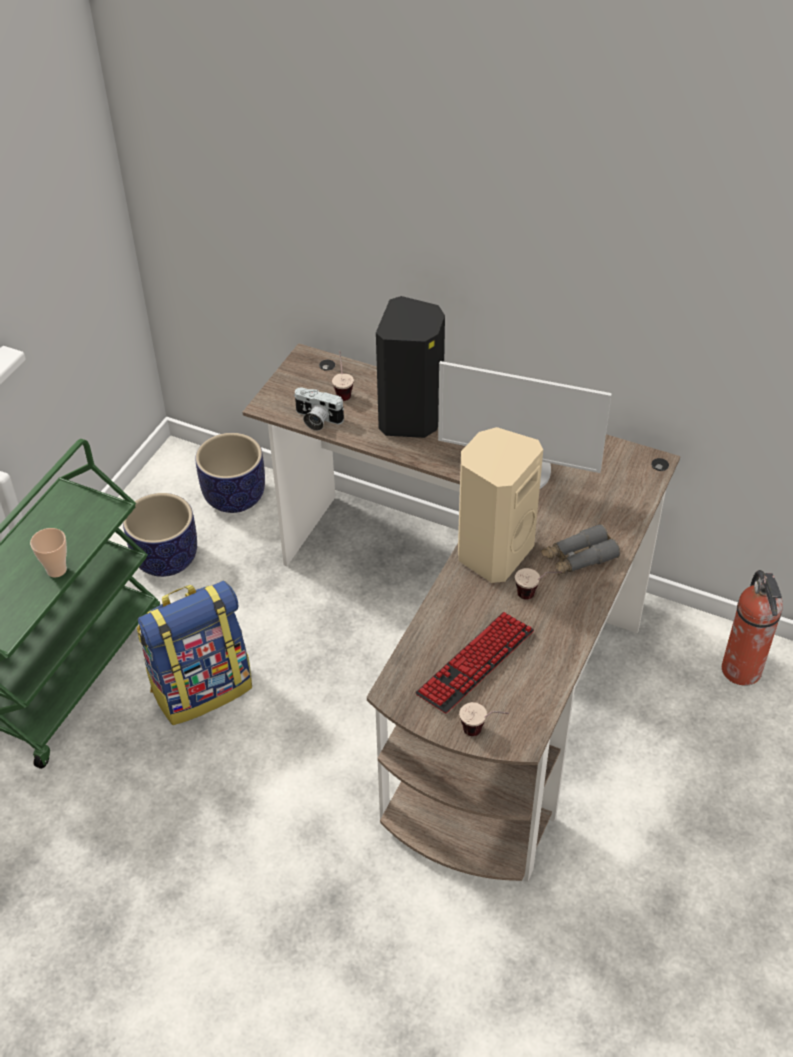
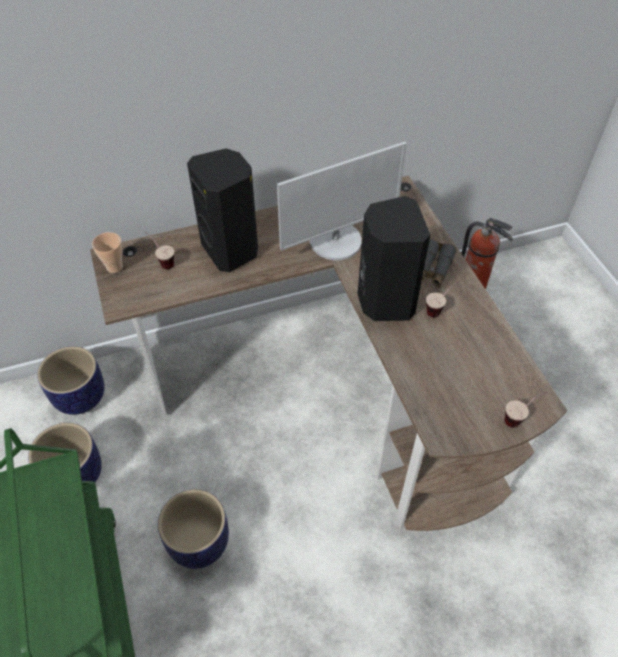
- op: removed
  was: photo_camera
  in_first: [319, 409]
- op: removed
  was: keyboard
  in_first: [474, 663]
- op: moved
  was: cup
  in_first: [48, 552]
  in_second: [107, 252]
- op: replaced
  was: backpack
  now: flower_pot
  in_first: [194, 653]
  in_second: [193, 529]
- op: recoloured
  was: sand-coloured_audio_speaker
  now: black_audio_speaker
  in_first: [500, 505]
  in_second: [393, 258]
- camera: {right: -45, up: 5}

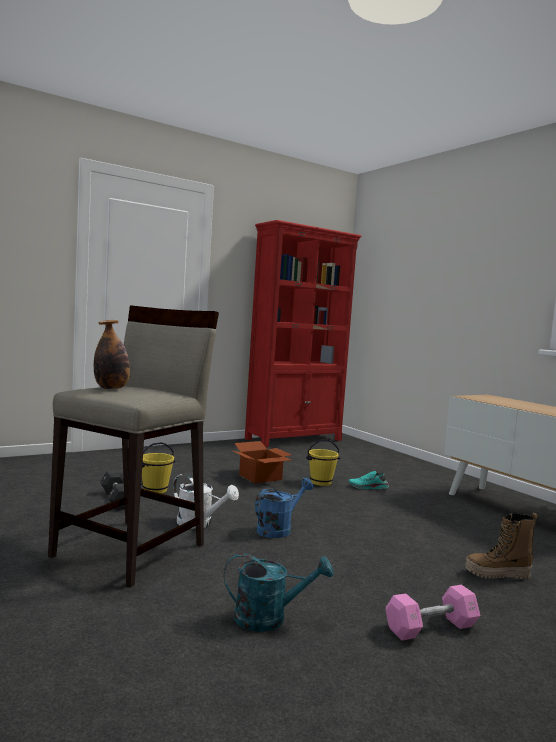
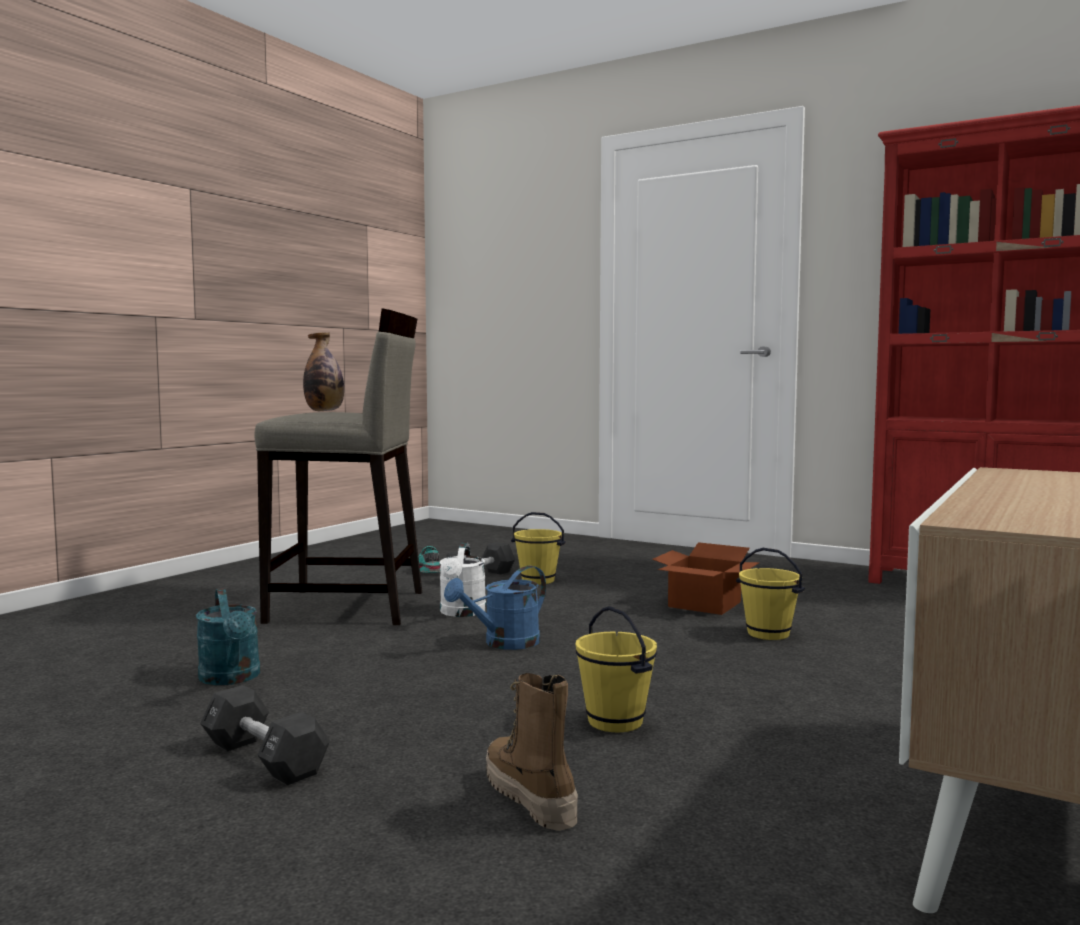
- op: added
  now: yellow_water_bucket
  in_second: [616, 669]
- op: moved
  was: turquoise_shoe
  in_first: [368, 480]
  in_second: [429, 559]
- op: recoloured
  was: pink-coloured_free_weight
  now: black_free_weight
  in_first: [433, 613]
  in_second: [265, 735]
- op: turned
  was: bluish_watering_can
  in_first: [284, 508]
  in_second: [495, 608]
  clockwise: 120
- camera: {right: 65, up: 0}

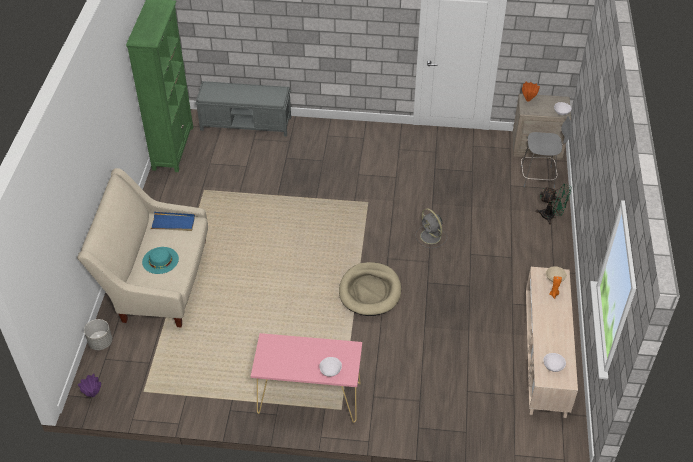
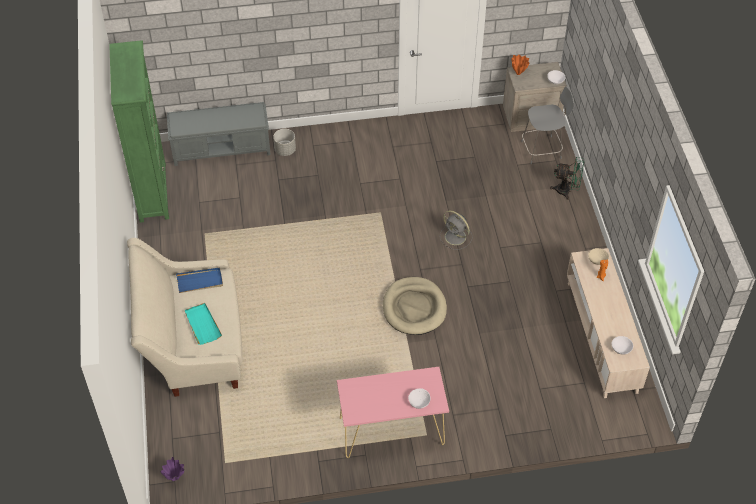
- op: moved
  was: gray_flower_pot
  in_first: [98, 334]
  in_second: [284, 142]
- op: replaced
  was: turquoise_clothing_hat
  now: turquoise_carrying_tray
  in_first: [160, 260]
  in_second: [203, 324]
- camera: {right: -15, up: 5}

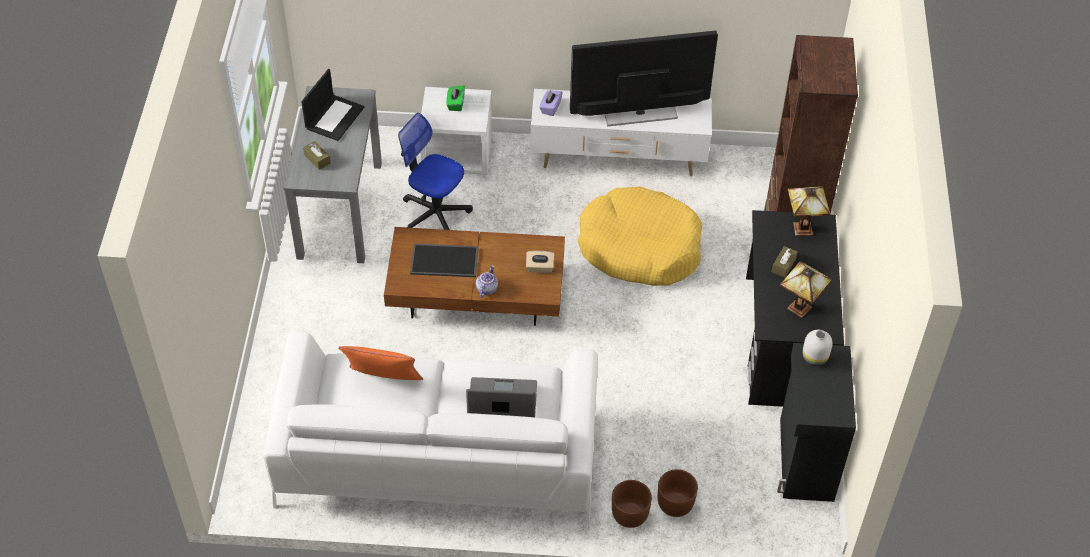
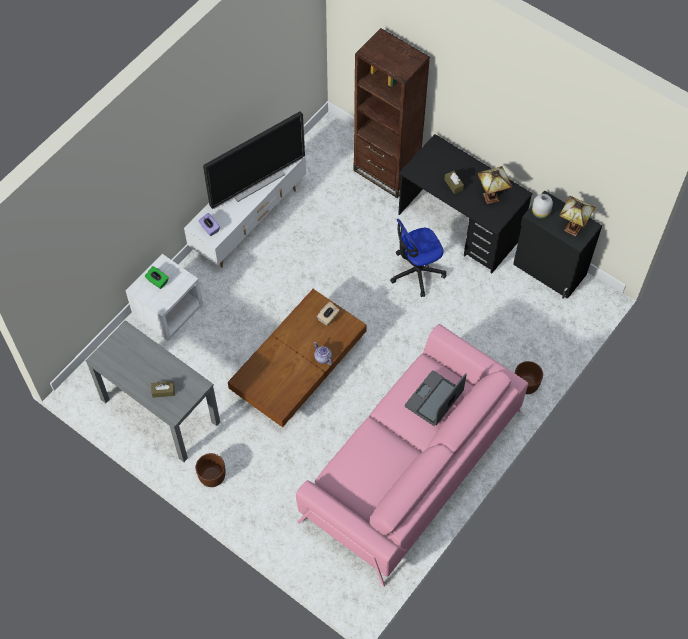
- op: removed
  was: portable_computer
  in_first: [332, 105]
- op: removed
  was: orange_throw_pillow
  in_first: [380, 363]
- op: removed
  was: carrying_tray
  in_first: [444, 260]
- op: removed
  was: yellow_dog_bed
  in_first: [640, 236]
- op: moved
  was: computer_chair
  in_first: [435, 171]
  in_second: [418, 258]
- op: moved
  was: brown-coloured_flower_pot
  in_first: [678, 493]
  in_second: [210, 470]
- op: moved
  was: table_lamp
  in_first: [809, 211]
  in_second: [577, 216]
- op: recoloured
  was: white_sofa
  now: pink-coloured_sofa
  in_first: [430, 430]
  in_second: [412, 455]
- op: turned
  was: television
  in_first: [644, 78]
  in_second: [254, 160]
  clockwise: -150
- camera: {right: -55, up: 10}

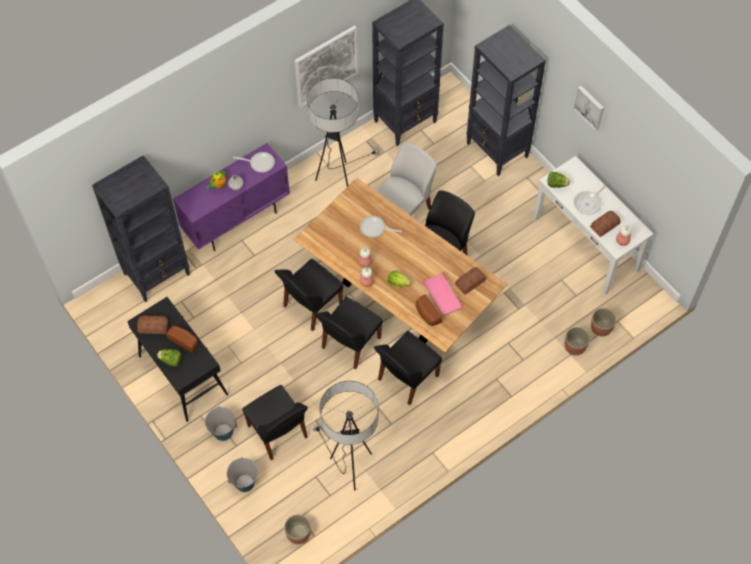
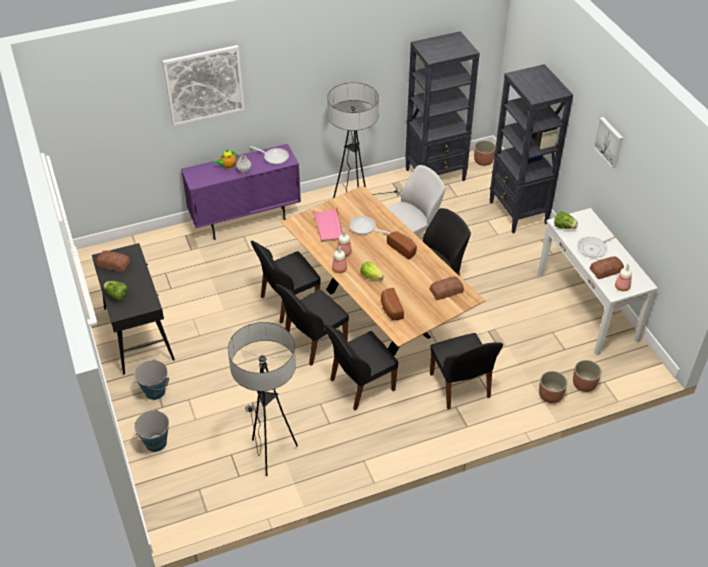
- op: removed
  was: black_shelving_unit
  in_first: [141, 228]
- op: moved
  was: baked_bread
  in_first: [182, 339]
  in_second: [402, 245]
- op: moved
  was: black_chair
  in_first: [275, 422]
  in_second: [466, 371]
- op: moved
  was: flower_pot
  in_first: [297, 529]
  in_second: [485, 153]
- op: moved
  was: wall_art
  in_first: [326, 66]
  in_second: [203, 85]
- op: moved
  was: pink-coloured_carrying_tray
  in_first: [442, 293]
  in_second: [328, 224]
- camera: {right: 15, up: -15}

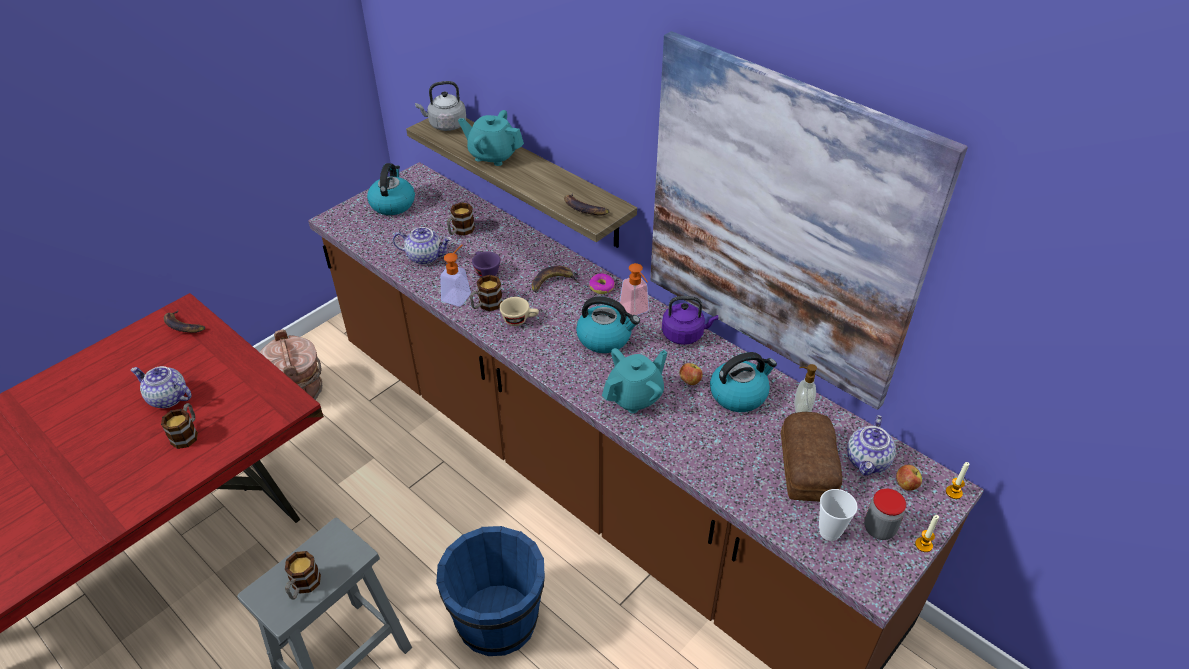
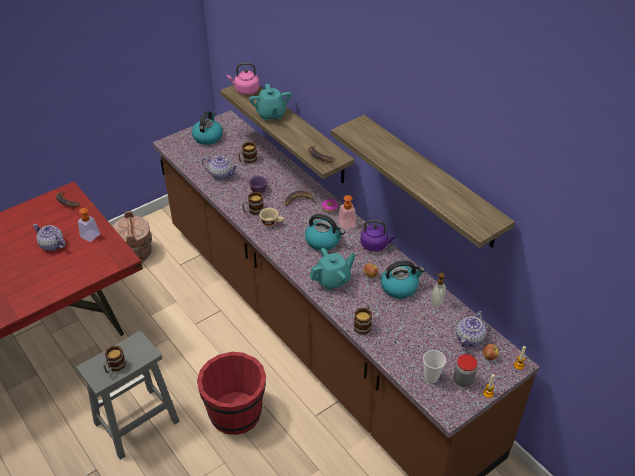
- op: removed
  was: baked_bread
  in_first: [811, 457]
- op: moved
  was: coffee_mug
  in_first: [179, 426]
  in_second: [363, 319]
- op: moved
  was: soap_bottle
  in_first: [455, 275]
  in_second: [89, 222]
- op: replaced
  was: wall_art
  now: shelf
  in_first: [809, 220]
  in_second: [423, 181]
- op: recoloured
  was: gray_kettle
  now: pink-coloured_kettle
  in_first: [440, 106]
  in_second: [243, 79]
- op: recoloured
  was: bluish_water_bucket
  now: red_water_bucket
  in_first: [490, 591]
  in_second: [231, 393]
- op: turned
  was: turquoise_teapot
  in_first: [491, 138]
  in_second: [270, 102]
  clockwise: -135
- camera: {right: 10, up: 0}

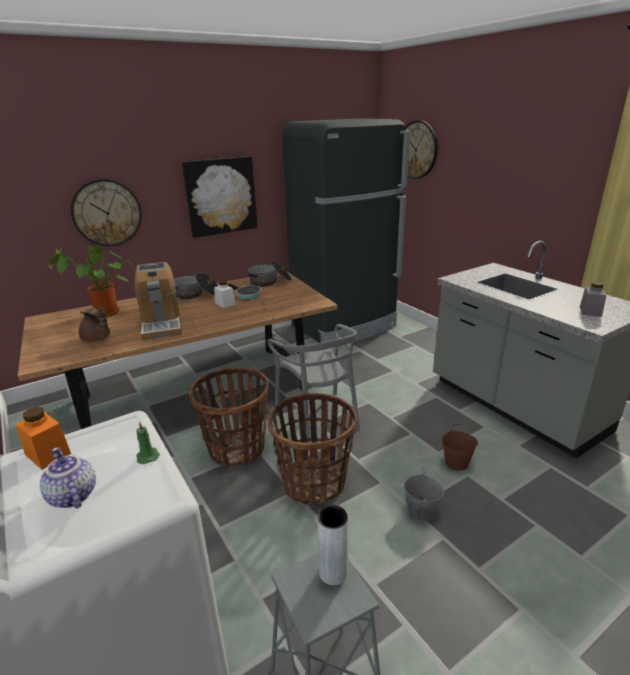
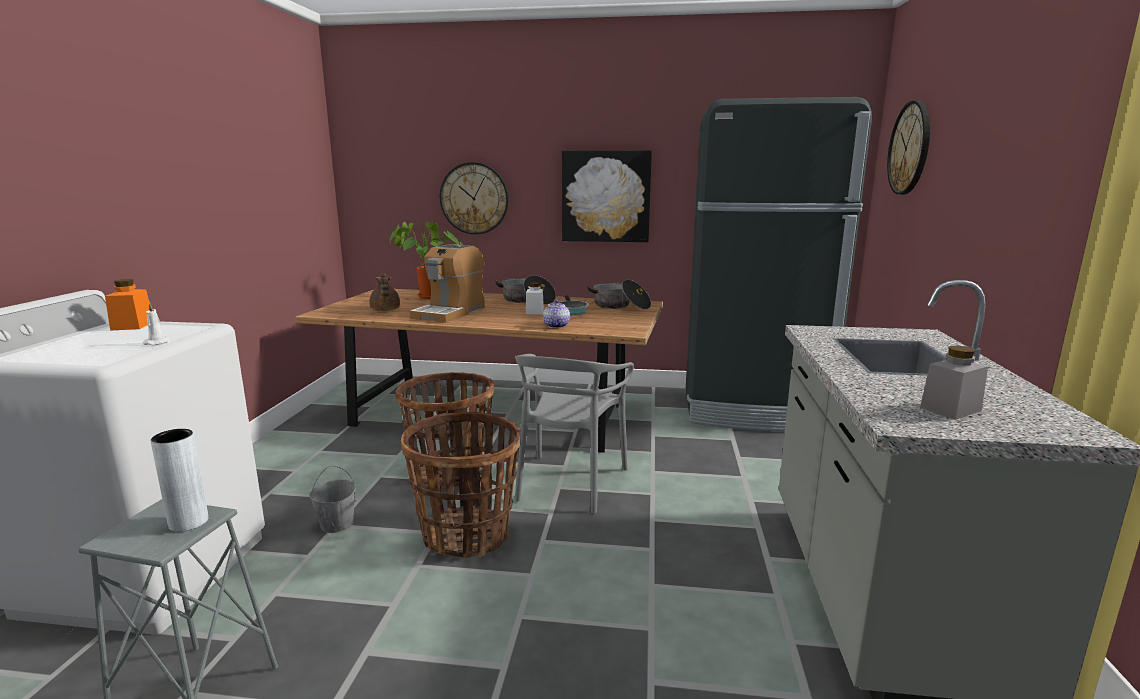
- op: removed
  was: brown-coloured_water_bucket
  in_first: [460, 447]
- op: moved
  was: teapot
  in_first: [68, 477]
  in_second: [556, 314]
- op: moved
  was: gray_water_bucket
  in_first: [423, 494]
  in_second: [332, 499]
- op: recoloured
  was: greenish_wax_candle
  now: white_wax_candle
  in_first: [148, 443]
  in_second: [156, 323]
- camera: {right: 40, up: -10}

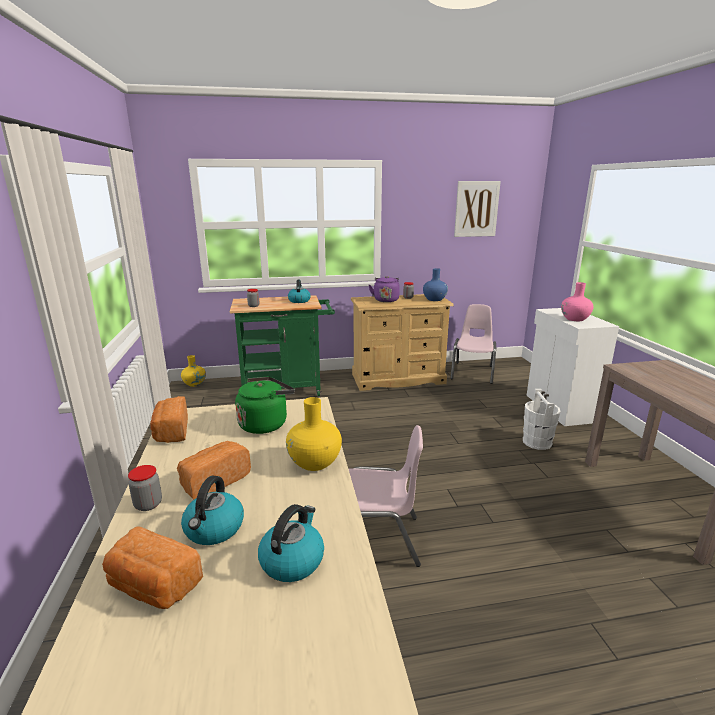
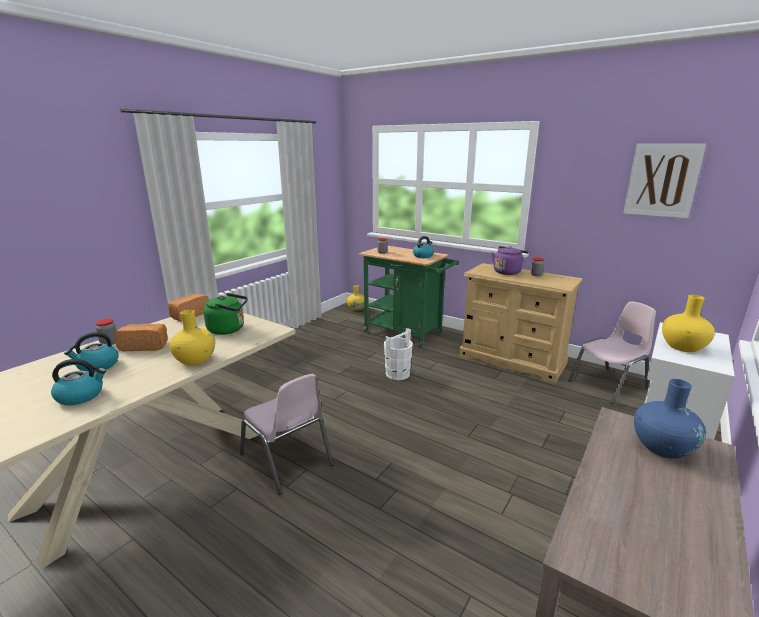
- op: removed
  was: baked_bread
  in_first: [152, 567]
- op: moved
  was: bluish_flower_vase
  in_first: [435, 284]
  in_second: [670, 419]
- op: moved
  was: white_water_bucket
  in_first: [542, 419]
  in_second: [398, 354]
- op: recoloured
  was: pink-coloured_flower_vase
  now: yellow_flower_vase
  in_first: [577, 301]
  in_second: [688, 323]
- camera: {right: 45, up: 0}

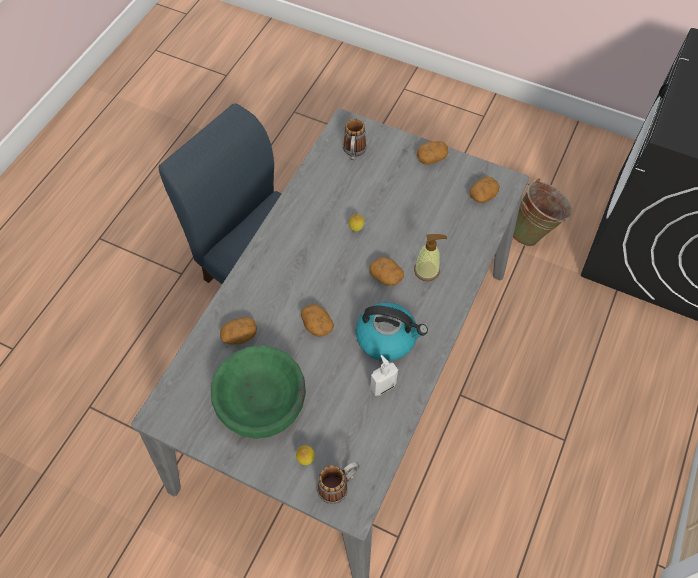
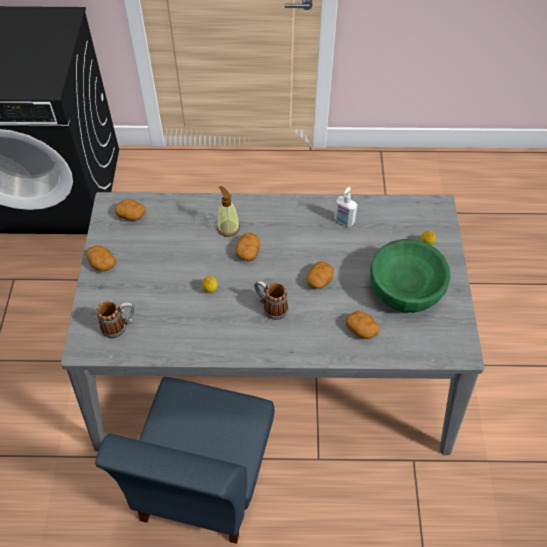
- op: removed
  was: kettle
  in_first: [392, 332]
- op: removed
  was: greenish_water_bucket
  in_first: [542, 212]
- op: moved
  was: coffee_mug
  in_first: [338, 483]
  in_second: [271, 300]
- camera: {right: -115, up: -5}

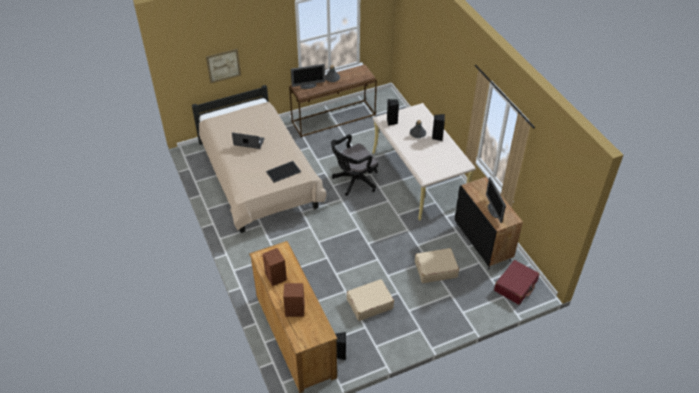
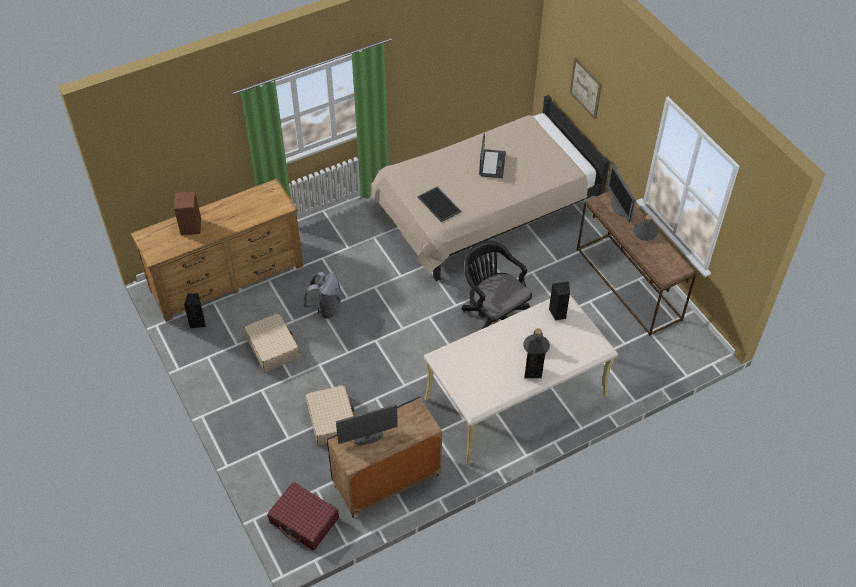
- op: removed
  was: brown-coloured_audio_speaker
  in_first: [275, 267]
- op: added
  now: gray_backpack
  in_second: [322, 295]
- camera: {right: 85, up: 5}

